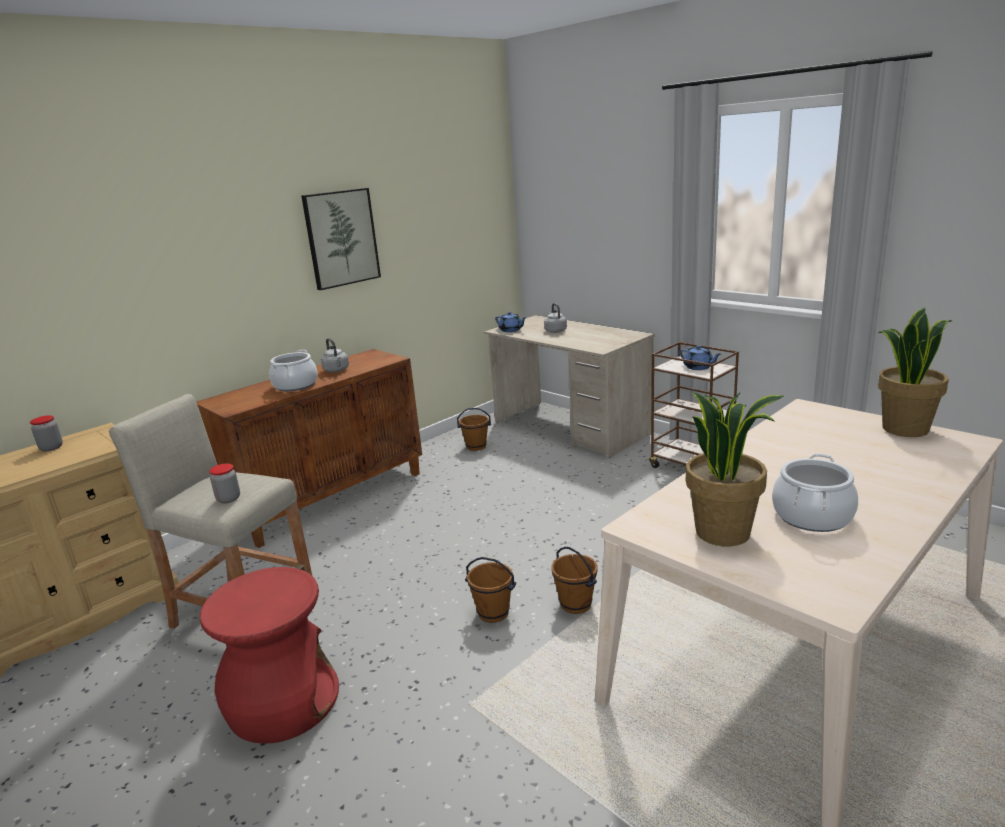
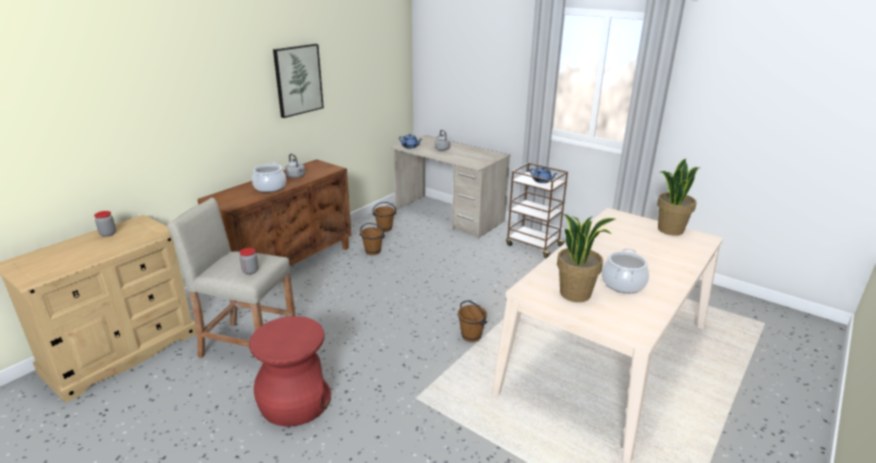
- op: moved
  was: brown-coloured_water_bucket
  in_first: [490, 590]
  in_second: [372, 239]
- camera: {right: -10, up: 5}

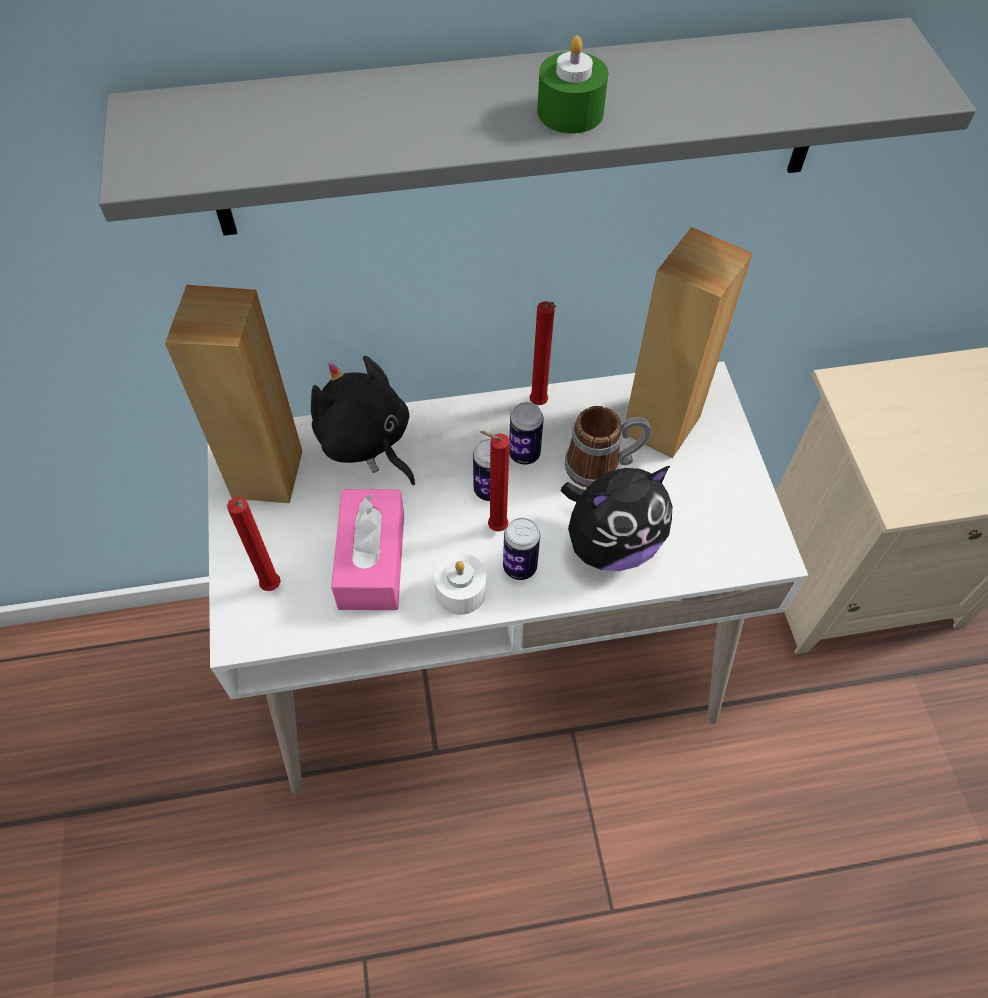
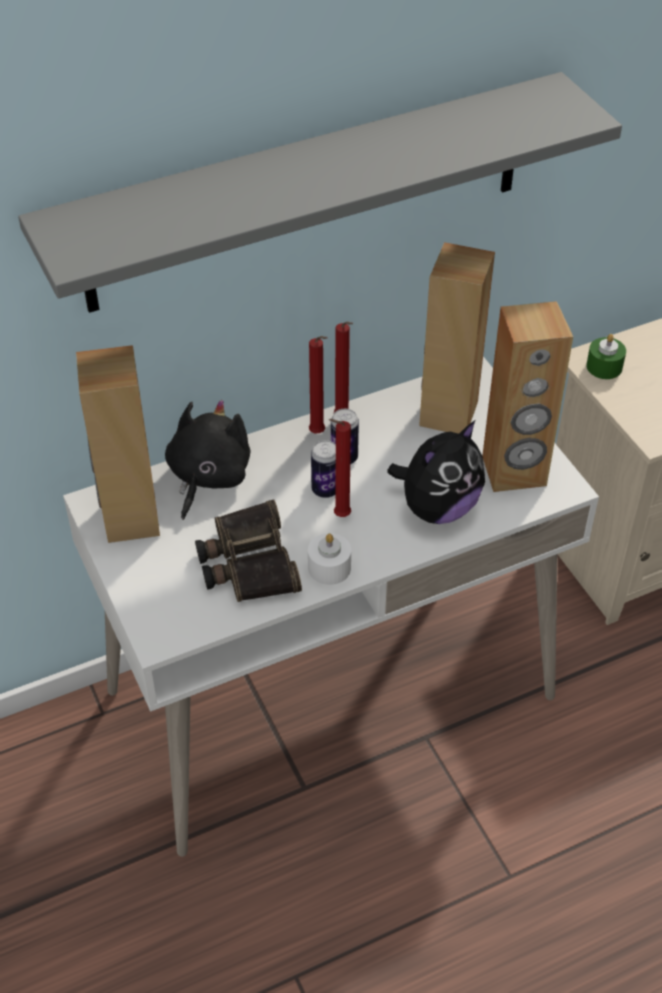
- op: removed
  was: sealed_can
  in_first: [521, 549]
- op: removed
  was: coffee_mug
  in_first: [608, 447]
- op: added
  now: brown-coloured_audio_speaker
  in_second: [527, 396]
- op: moved
  was: red_wax_candle
  in_first: [254, 544]
  in_second: [318, 384]
- op: moved
  was: greenish_wax_candle
  in_first: [572, 84]
  in_second: [606, 356]
- op: replaced
  was: pink-coloured_box_of_tissues
  now: field_glasses
  in_first: [367, 549]
  in_second: [248, 551]
- op: turned
  was: black_plush_toy
  in_first: [363, 420]
  in_second: [208, 460]
  clockwise: 75
- camera: {right: -15, up: -10}

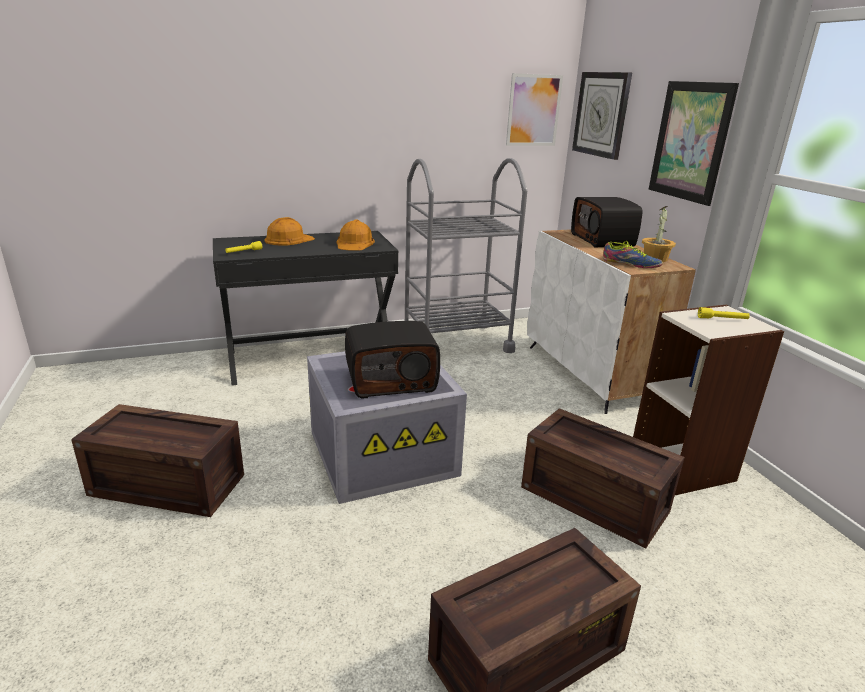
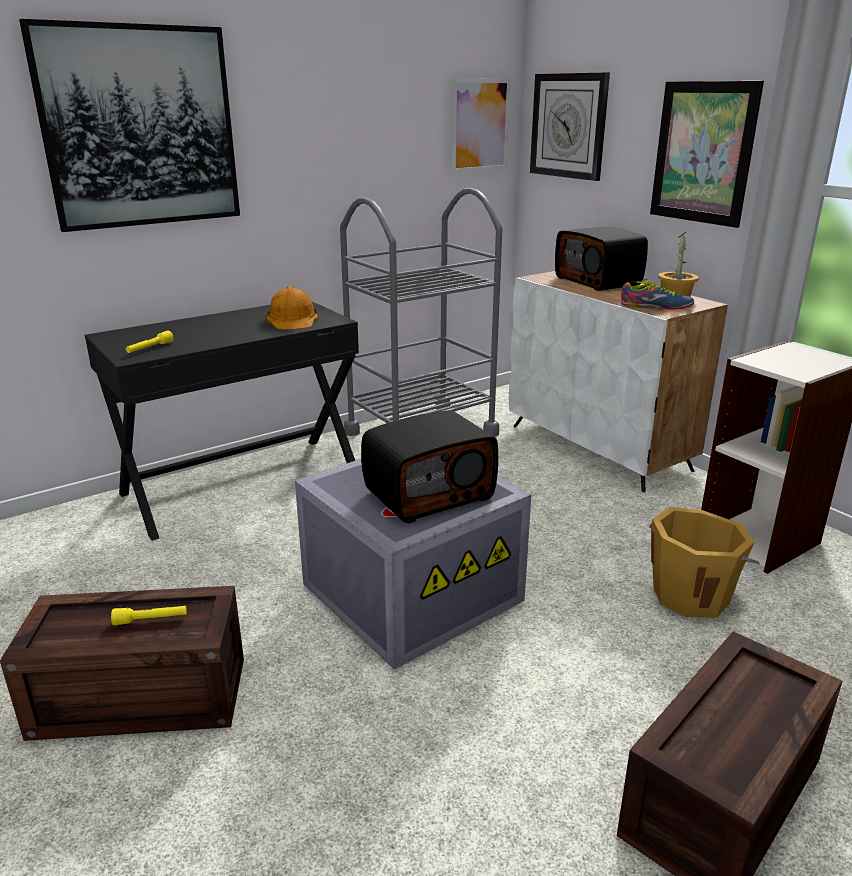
- op: removed
  was: orange_safety_helmet
  in_first: [289, 231]
- op: added
  now: wall_art
  in_second: [129, 125]
- op: moved
  was: yellow_torch
  in_first: [724, 313]
  in_second: [149, 616]
- op: replaced
  was: shipping_crate
  now: orange_water_bucket
  in_first: [603, 478]
  in_second: [704, 562]
- camera: {right: -15, up: 0}

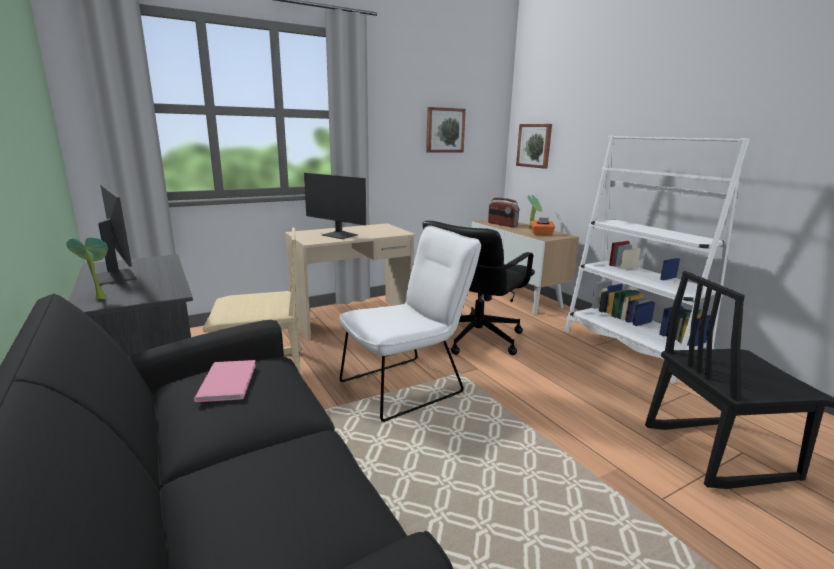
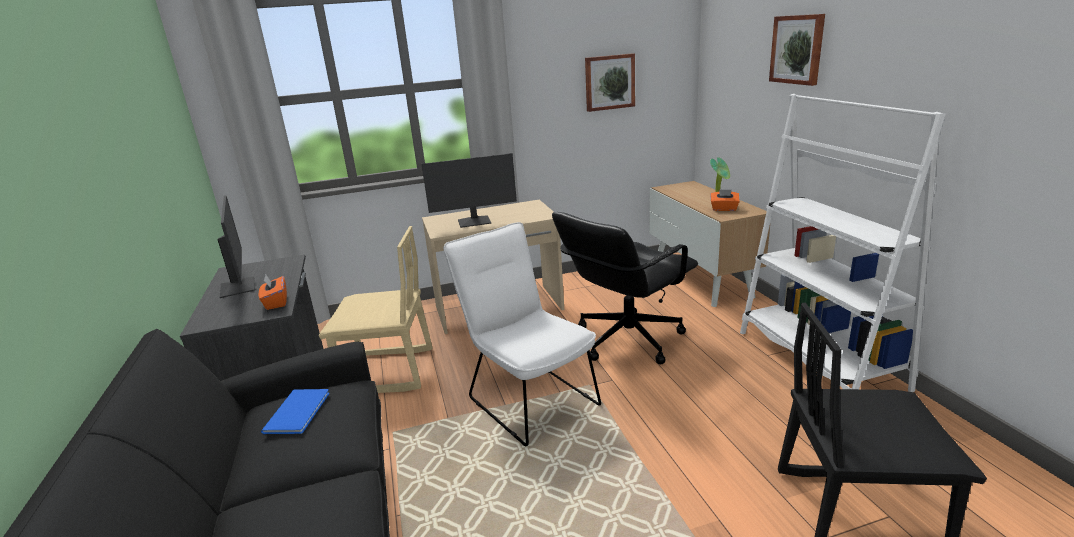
- op: removed
  was: plant_in_a_pot
  in_first: [87, 268]
- op: removed
  was: radio
  in_first: [503, 212]
- op: added
  now: orange_box_of_tissues
  in_second: [273, 292]
- op: moved
  was: wall_art
  in_first: [534, 146]
  in_second: [797, 50]
- op: recoloured
  was: pink-coloured_bound_book
  now: bluish_bound_book
  in_first: [225, 381]
  in_second: [295, 411]
- op: turned
  was: computer_screen
  in_first: [335, 206]
  in_second: [469, 190]
  clockwise: -60
- op: turned
  was: white_chair
  in_first: [410, 323]
  in_second: [522, 334]
  clockwise: -105
- camera: {right: 15, up: 5}

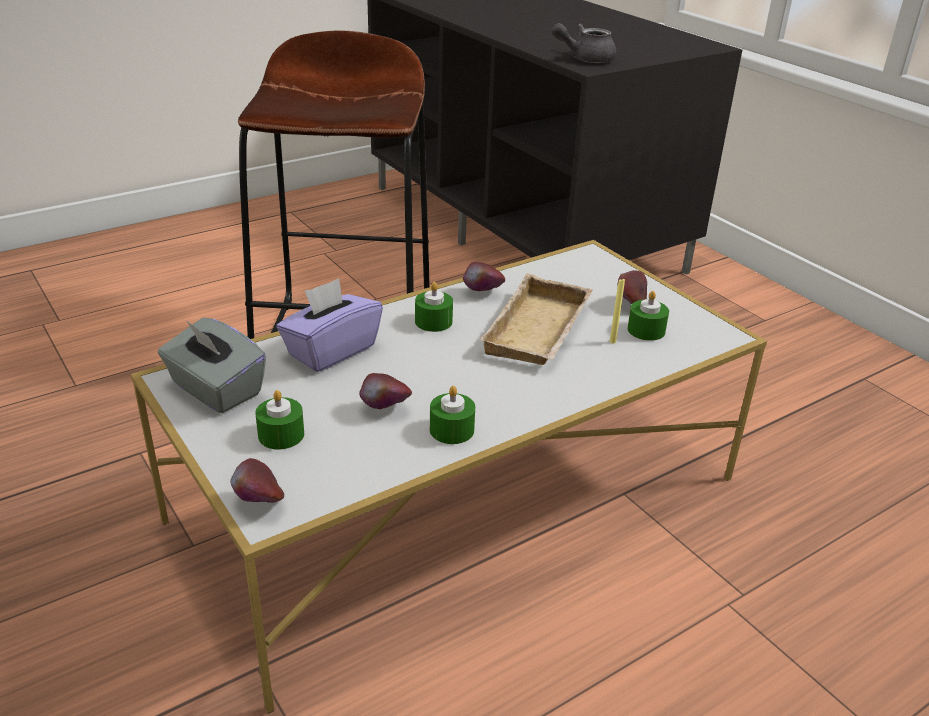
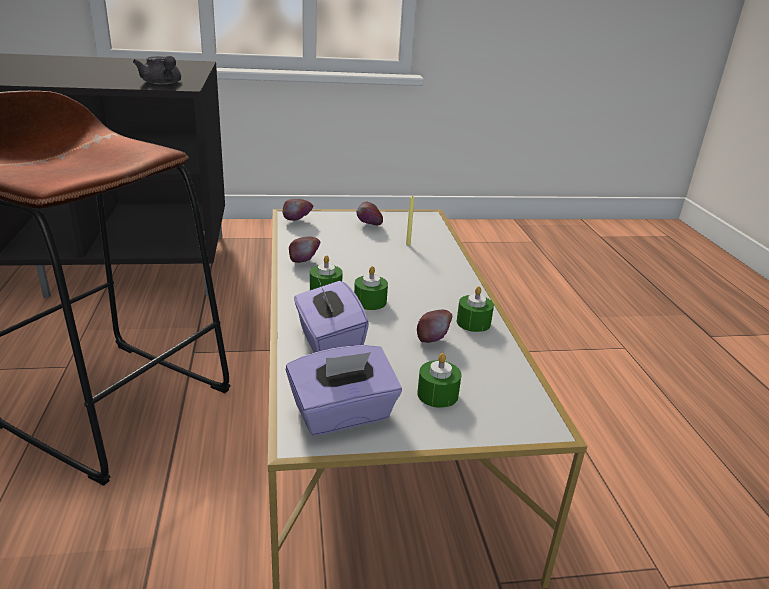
- op: removed
  was: sand-coloured_carrying_tray
  in_first: [536, 319]
- op: moved
  was: apple
  in_first: [257, 480]
  in_second: [298, 210]
- op: moved
  was: greenish_wax_candle
  in_first: [648, 316]
  in_second: [371, 288]
- op: recoloured
  was: gray_box_of_tissues
  now: purple_box_of_tissues
  in_first: [212, 365]
  in_second: [344, 390]
- op: turned
  was: gray_teapot
  in_first: [584, 43]
  in_second: [157, 70]
  clockwise: -45
- camera: {right: -65, up: -5}

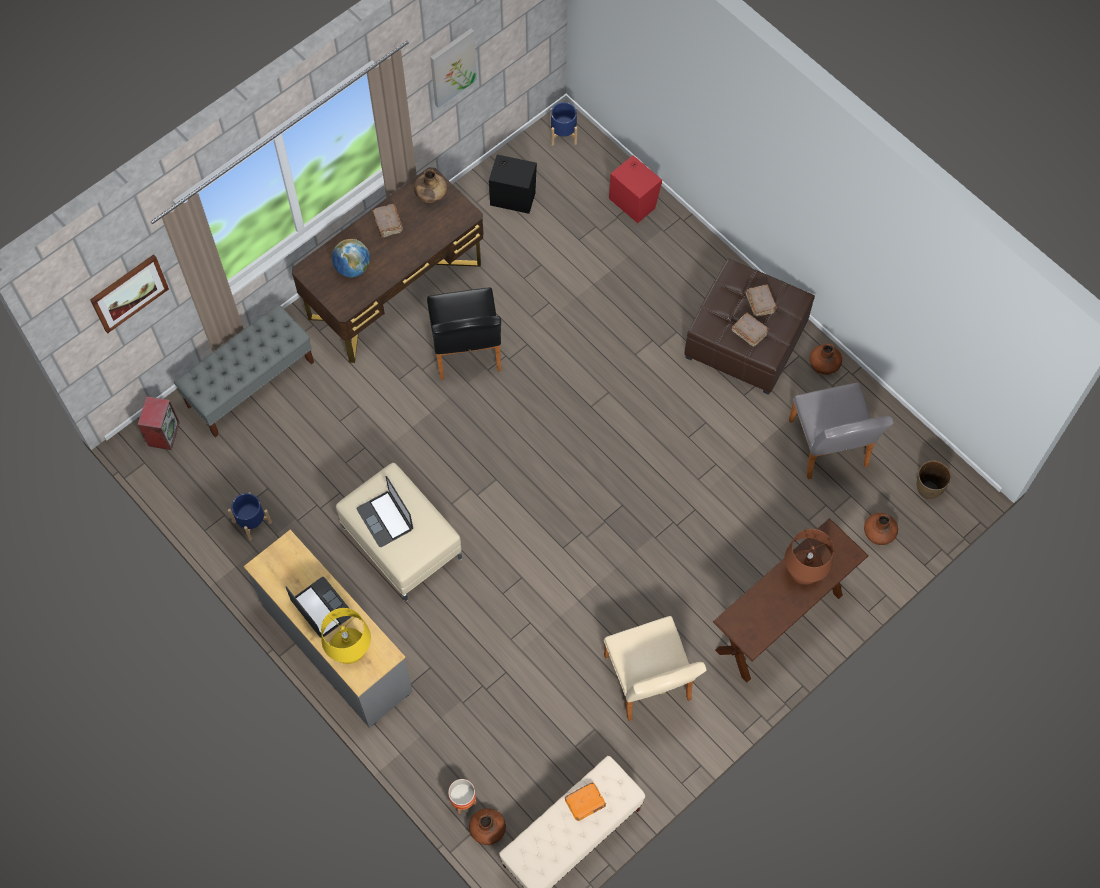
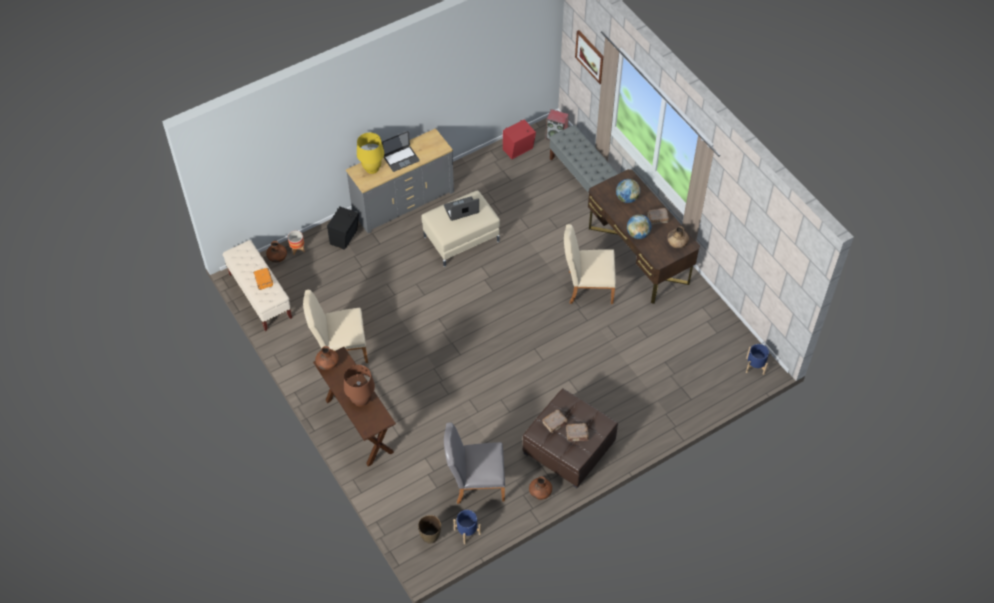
- op: removed
  was: wall_art
  in_first: [453, 68]
- op: added
  now: globe
  in_second: [639, 226]
- op: moved
  was: bluish_flower_pot
  in_first: [250, 516]
  in_second: [467, 527]
- op: moved
  was: black_audio_speaker
  in_first: [513, 184]
  in_second: [343, 228]
- op: moved
  was: red_audio_speaker
  in_first: [635, 189]
  in_second: [519, 139]
- op: moved
  was: brown-coloured_flower_vase
  in_first: [881, 529]
  in_second: [327, 358]
- op: recoloured
  was: black_chair
  now: sand-coloured_chair
  in_first: [464, 334]
  in_second: [590, 264]
- camera: {right: 100, up: -10}

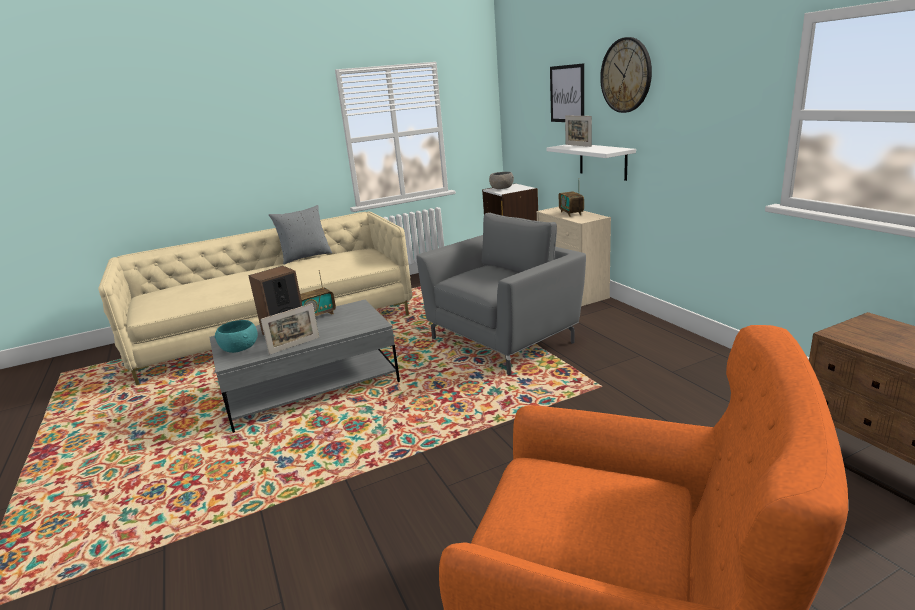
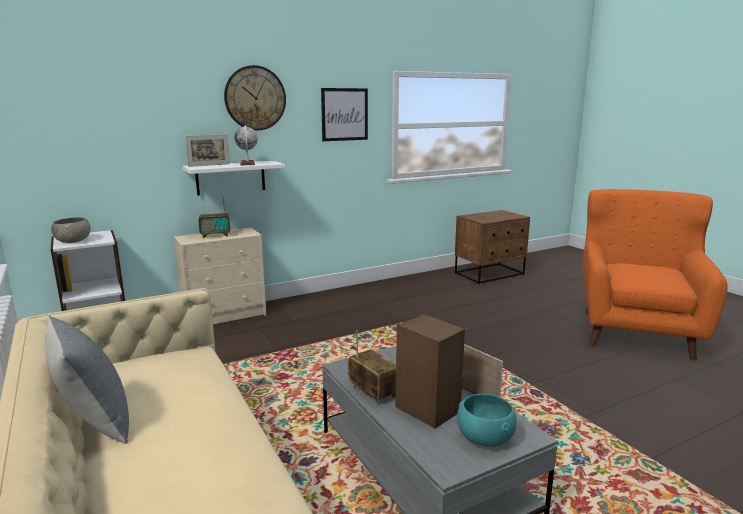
- op: removed
  was: gray_armchair
  in_first: [501, 294]
- op: added
  now: globe
  in_second: [246, 145]
- op: moved
  was: wall_art
  in_first: [567, 92]
  in_second: [344, 114]
- camera: {right: -95, up: -5}

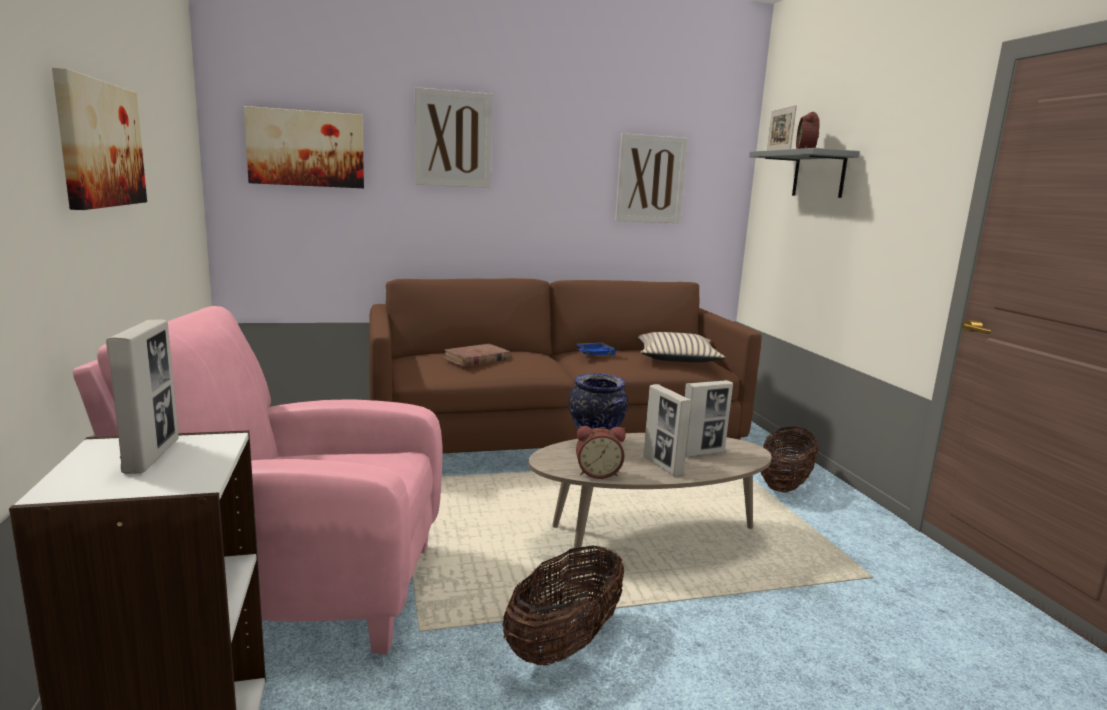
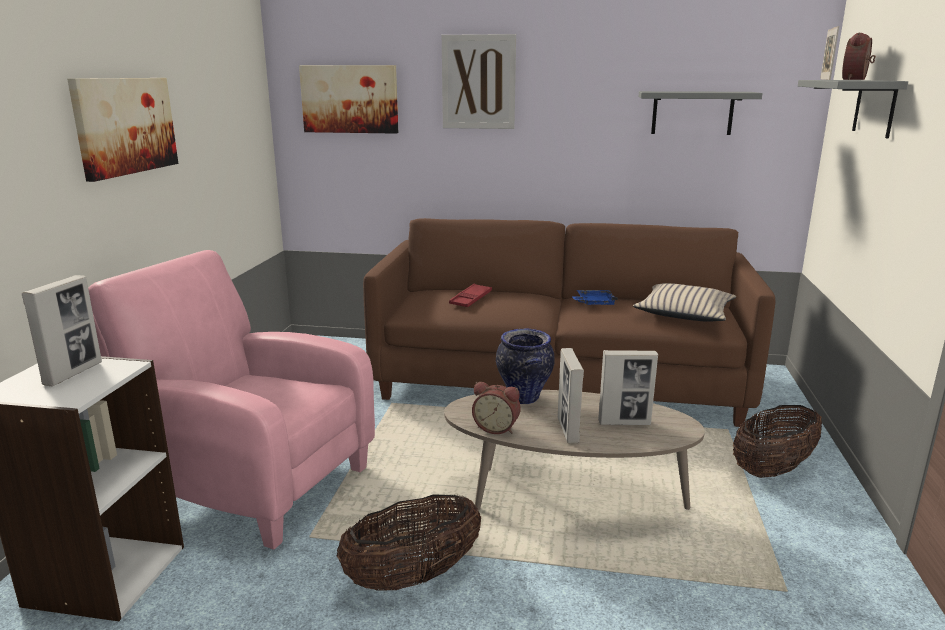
- op: replaced
  was: brown-coloured_bound_book
  now: red_carrying_tray
  in_first: [476, 355]
  in_second: [470, 295]
- op: replaced
  was: wall_art
  now: gray_shelf
  in_first: [651, 178]
  in_second: [701, 113]
- camera: {right: 25, up: 5}

